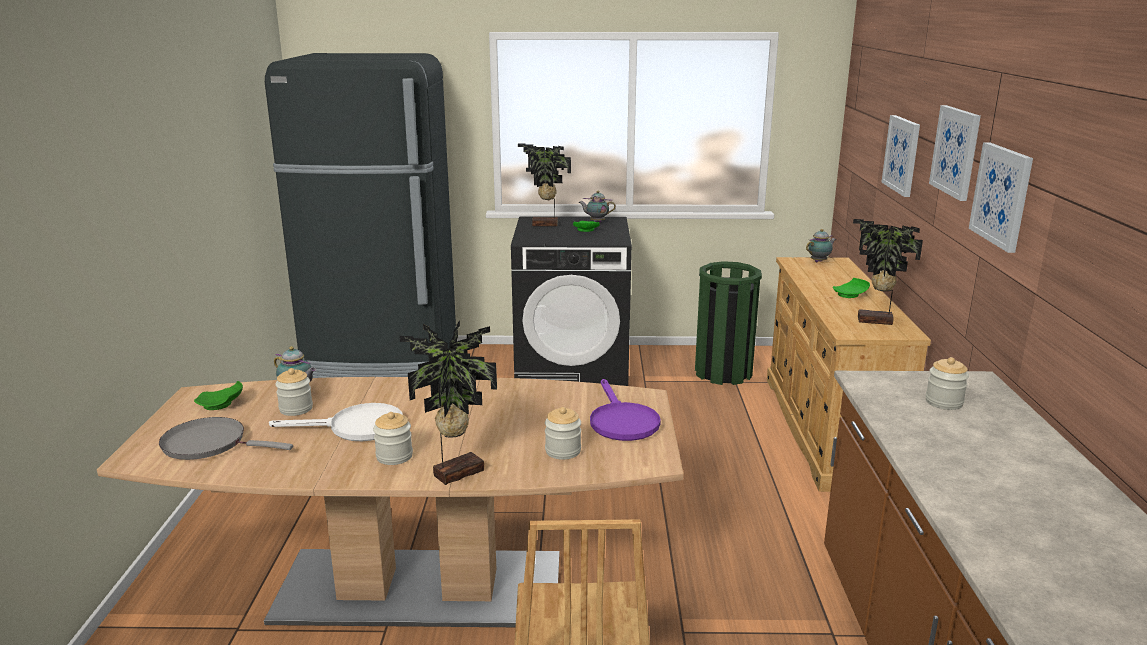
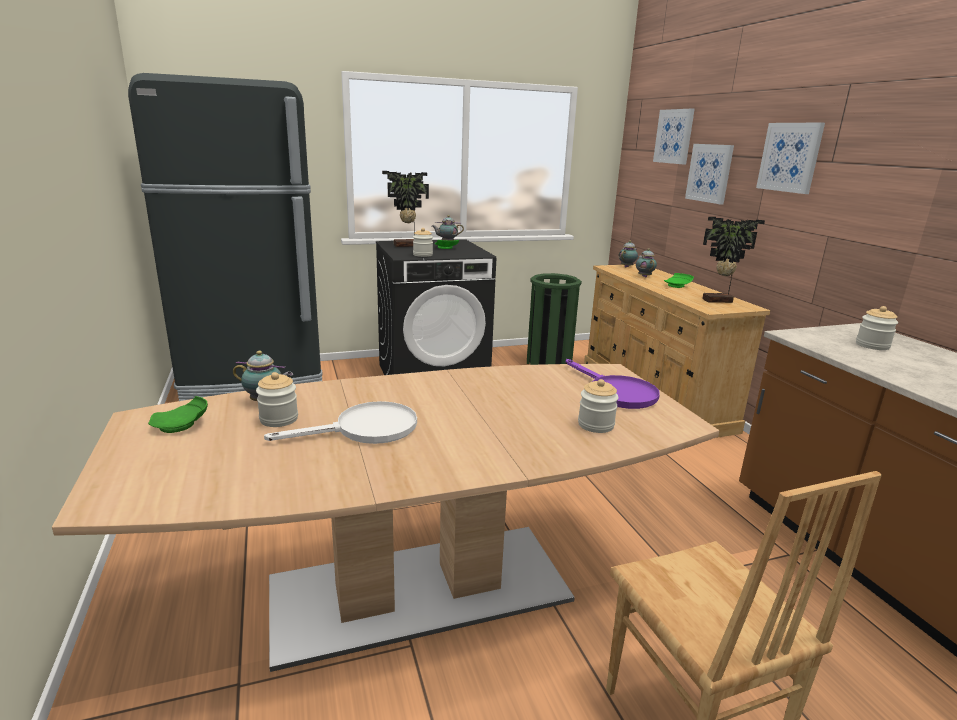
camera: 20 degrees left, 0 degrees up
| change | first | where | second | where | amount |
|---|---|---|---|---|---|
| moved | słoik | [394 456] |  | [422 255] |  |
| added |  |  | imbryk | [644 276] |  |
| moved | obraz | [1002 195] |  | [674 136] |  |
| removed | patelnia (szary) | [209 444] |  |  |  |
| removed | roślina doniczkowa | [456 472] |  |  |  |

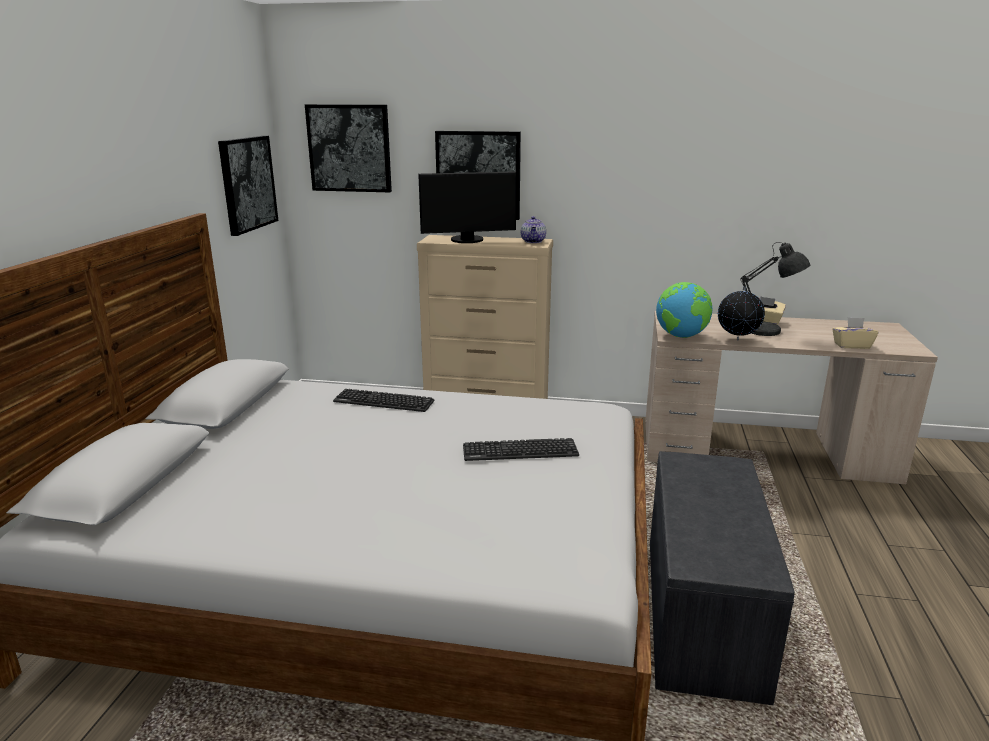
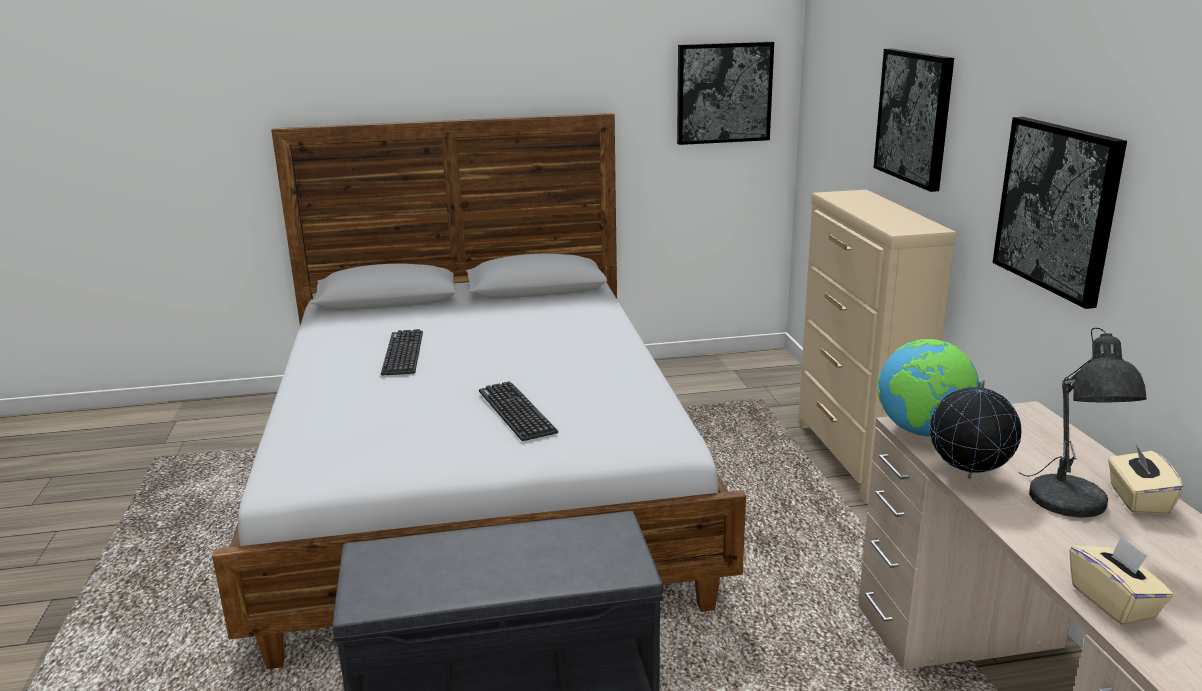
camera: 70 degrees right, 0 degrees up
| change | first | where | second | where | amount |
|---|---|---|---|---|---|
| moved | klawiatura | [384 401] |  | [403 353] |  |
| moved | obraz | [349 148] |  | [1057 207] |  |
| removed | monitor | [468 240] |  |  |  |
| removed | imbryk | [533 241] |  |  |  |

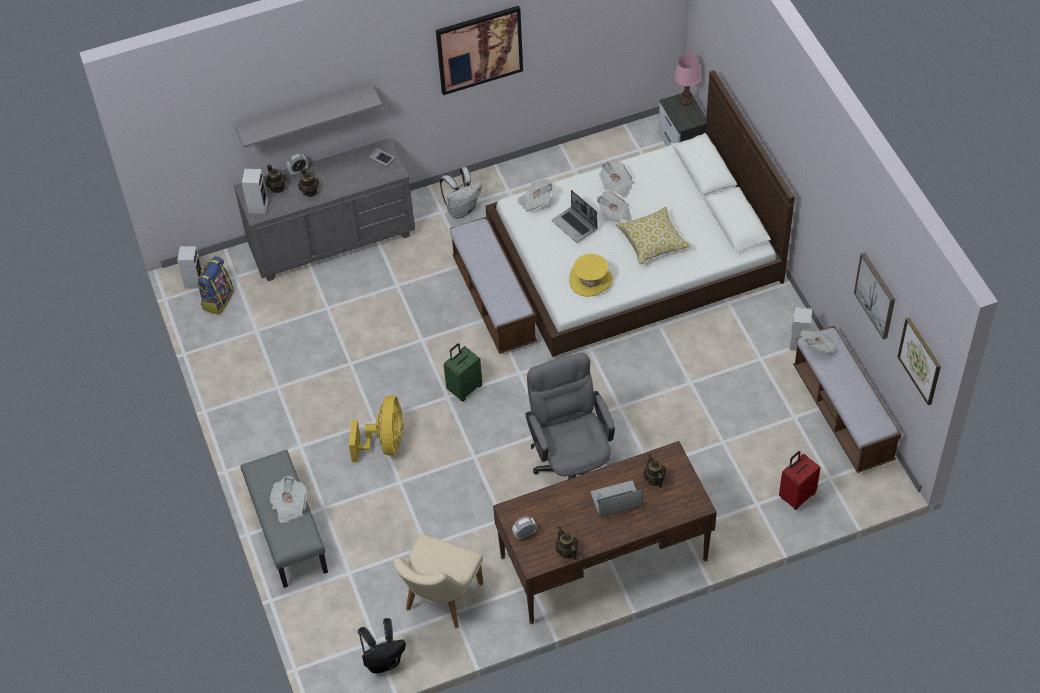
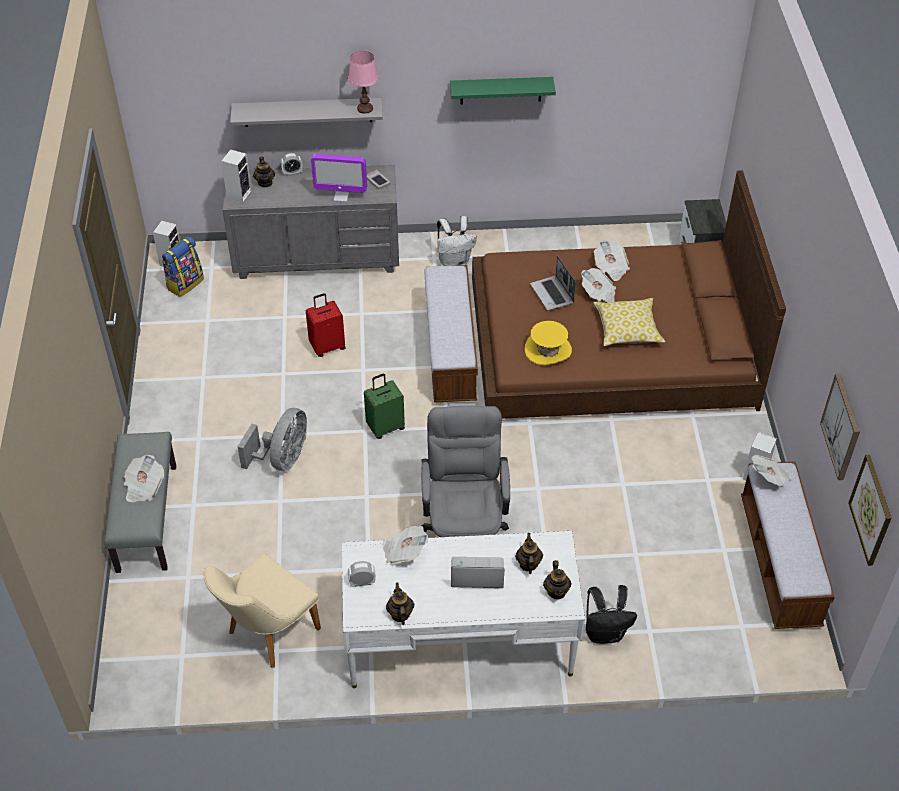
camera: 15 degrees right, 5 degrees down
| change | first | where | second | where | amount |
|---|---|---|---|---|---|
| recoloured | wentylator (żółty) | [385 443] | wentylator (szary) | [282 459] |  |
| moved | walizka (czerwony) | [796 495] |  | [327 346] |  |
| added |  |  | monitor | [341 196] |  |
| recoloured | biurko (brązowy) | [604 558] | biurko (biały) | [459 640] |  |
| moved | lampa stołowa (różowy) | [686 100] |  | [364 108] |  |
| moved | gazeta | [535 201] |  | [404 551] |  |
| replaced | obraz | [479 49] | półka (zielony) | [501 90] |  |
| recoloured | łóżko (biały) | [634 255] | łóżko (brązowy) | [611 345] |  |
| moved | imbryk | [310 191] |  | [556 591] |  |
| moved | plecak (czarny) | [384 661] |  | [605 633] |  |

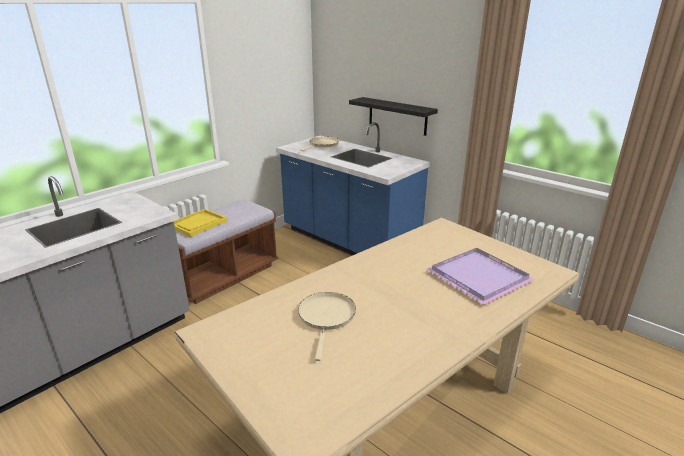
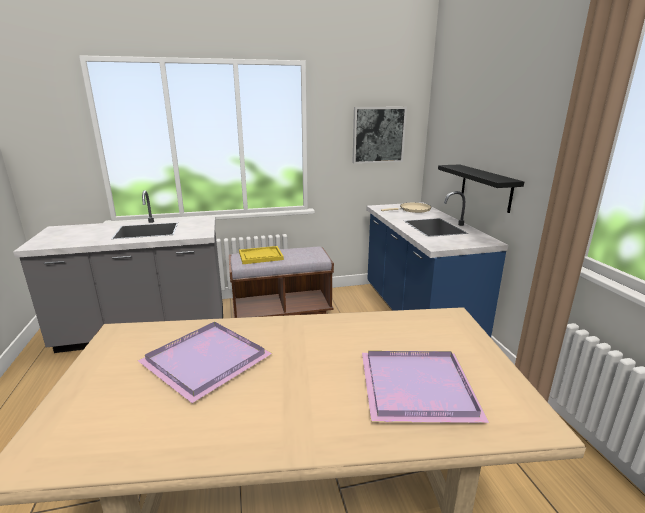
camera: 35 degrees right, 5 degrees down
| change | first | where | second | where | amount |
|---|---|---|---|---|---|
| replaced | patelnia (beżowy) | [326 317] | taca (fioletowy) | [209 360] |  |
| added |  |  | obraz | [378 135] |  |

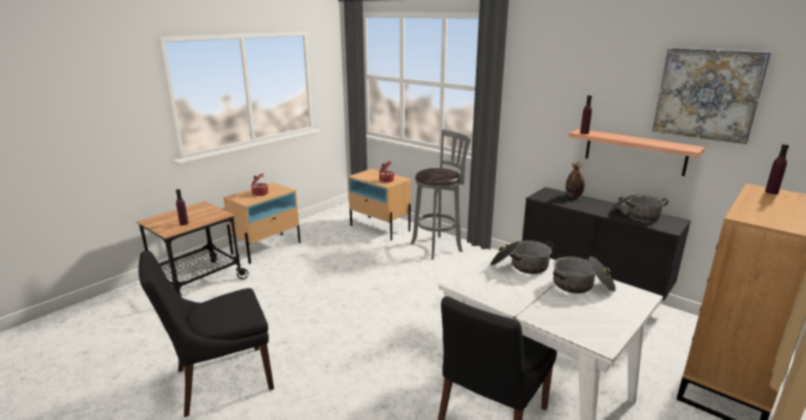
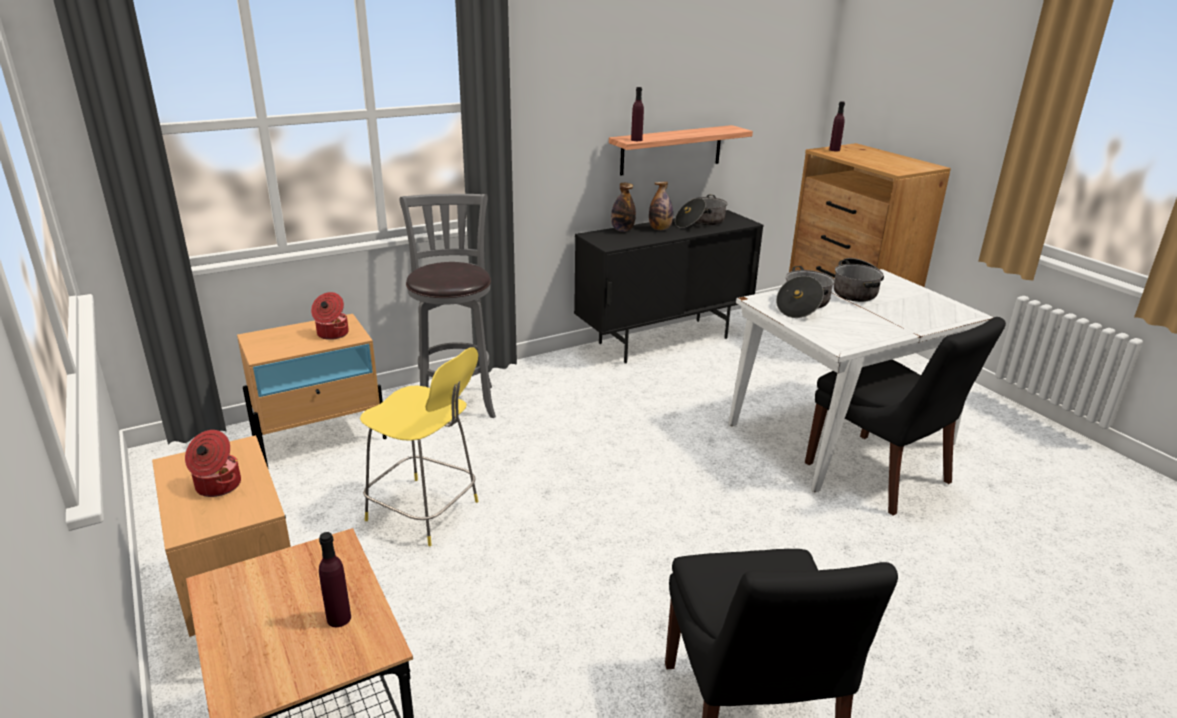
camera: 70 degrees left, 5 degrees up
| change | first | where | second | where | amount |
|---|---|---|---|---|---|
| added |  |  | stołek (żółty) | [426 512] |  |
| added |  |  | butelka | [660 229] |  |
| removed | obraz | [707 94] |  |  |  |

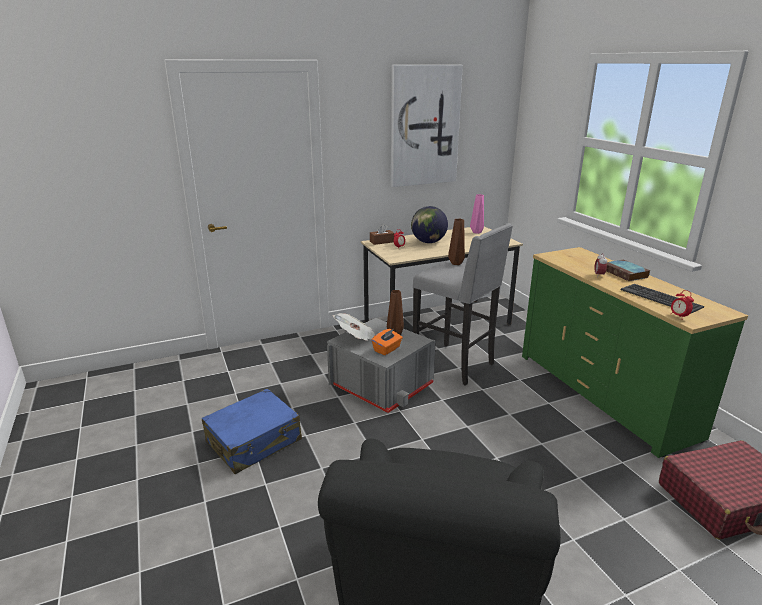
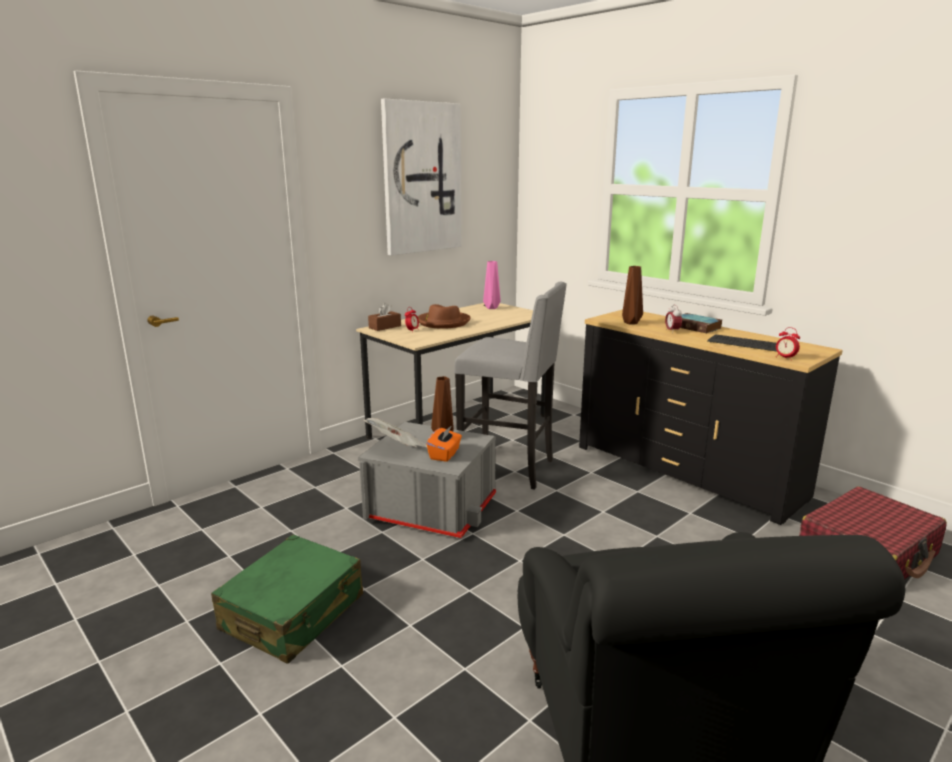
camera: 20 degrees left, 5 degrees down
| change | first | where | second | where | amount |
|---|---|---|---|---|---|
| recoloured | walizka (niebieski) | [254 441] | walizka (zielony) | [293 613] |  |
| replaced | globus | [428 242] | kapelusz (brązowy) | [443 322] |  |
| recoloured | komoda (zielony) | [604 393] | komoda (czarny) | [687 471] |  |
| moved | wazon (brązowy) | [457 263] |  | [632 323] |  |

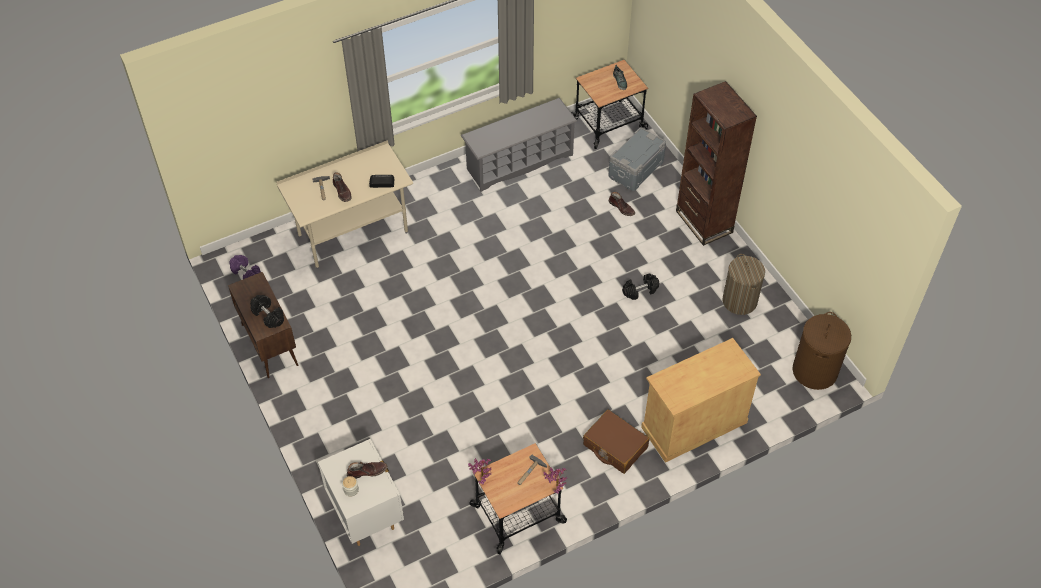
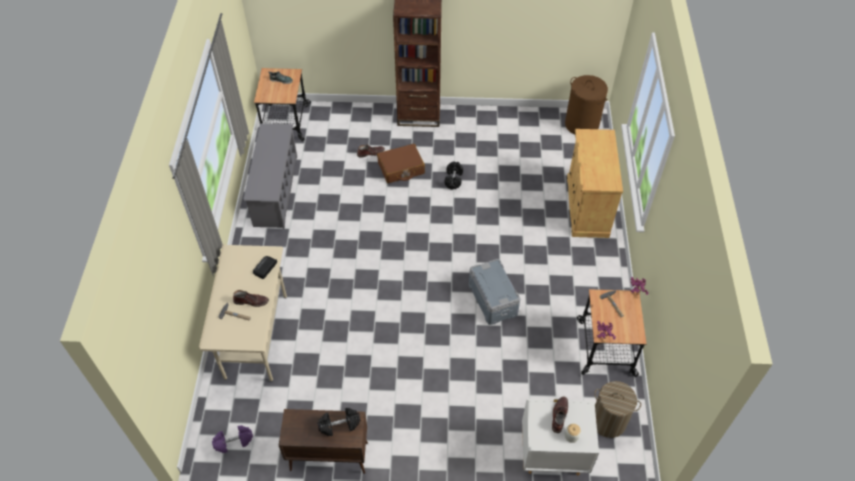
camera: 60 degrees left, 0 degrees up
| change | first | where | second | where | amount |
|---|---|---|---|---|---|
| moved | walizka (brązowy) | [615 446] |  | [401 168] |  |
| moved | pojemnik do przechowywania (szary) | [636 169] |  | [493 299] |  |
| moved | kosz na pranie | [739 301] |  | [608 421] |  |

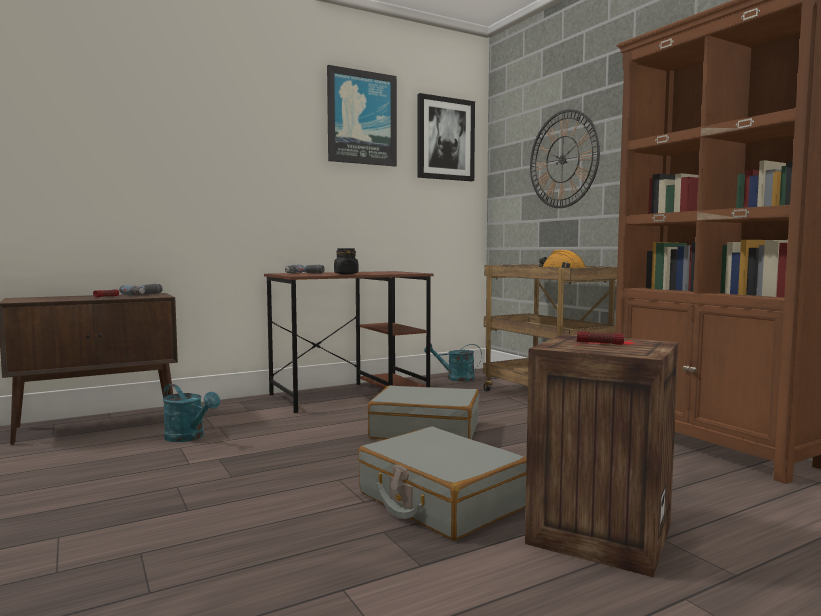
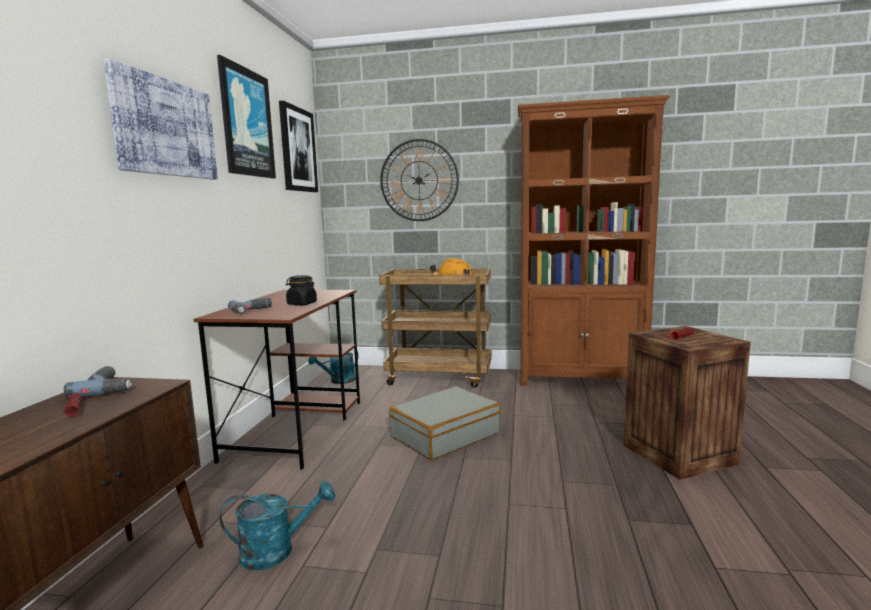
camera: 50 degrees left, 5 degrees up
| change | first | where | second | where | amount |
|---|---|---|---|---|---|
| added |  |  | obraz | [165 128] |  |
| removed | walizka (szary) | [440 501] |  |  |  |

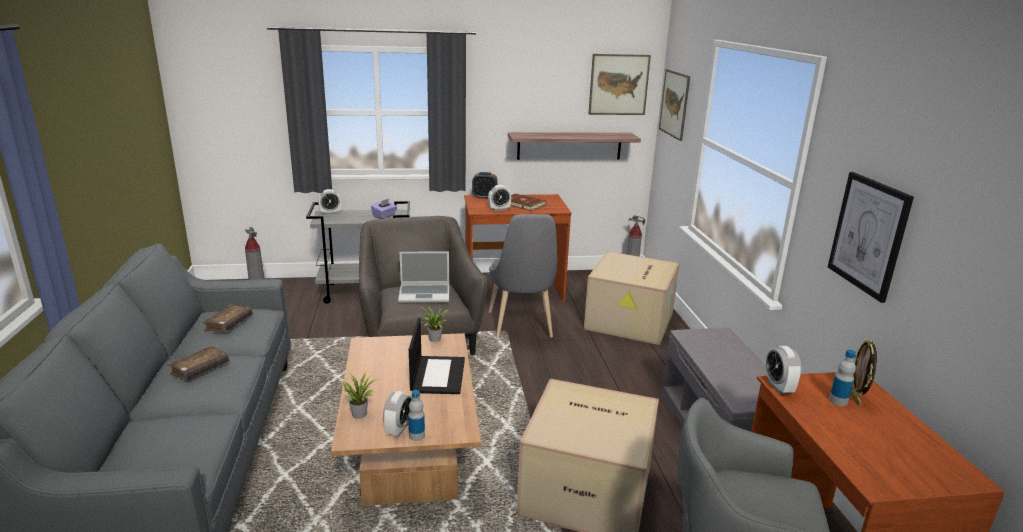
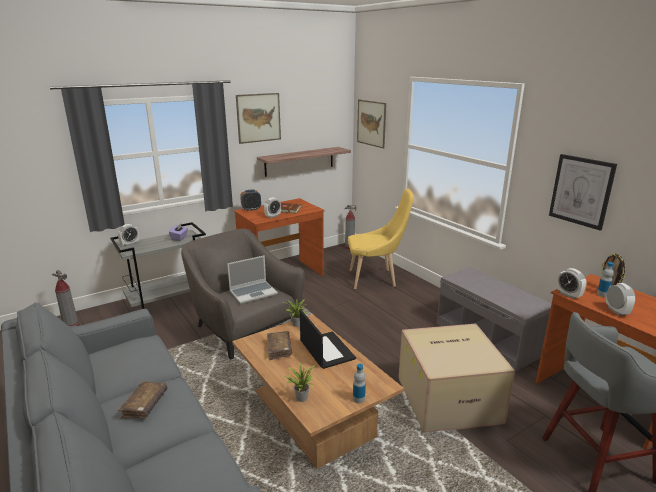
camera: 25 degrees left, 0 degrees up
| change | first | where | second | where | amount |
|---|---|---|---|---|---|
| moved | obraz | [619 84] |  | [258 118] |  |
| moved | książka (brązowy) | [228 324] |  | [279 349] |  |
| replaced | karton | [630 321] | krzesło (żółty) | [376 279] |  |
| moved | budzik | [398 429] |  | [616 311] |  |
| removed | krzesło (szary) | [521 327] |  |  |  |

